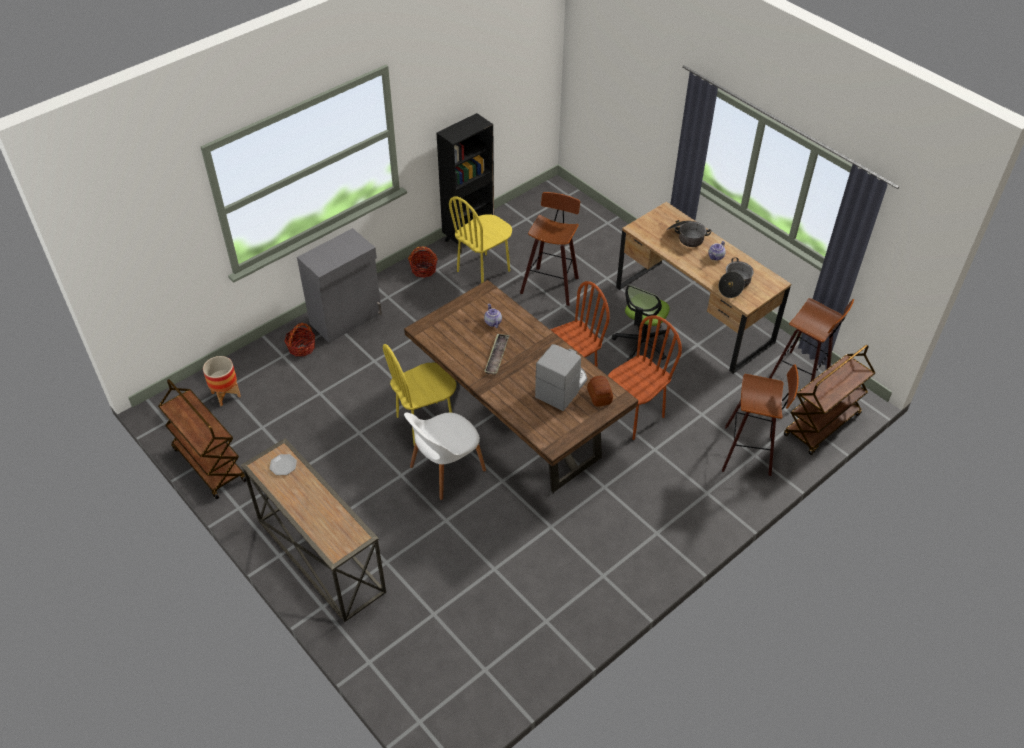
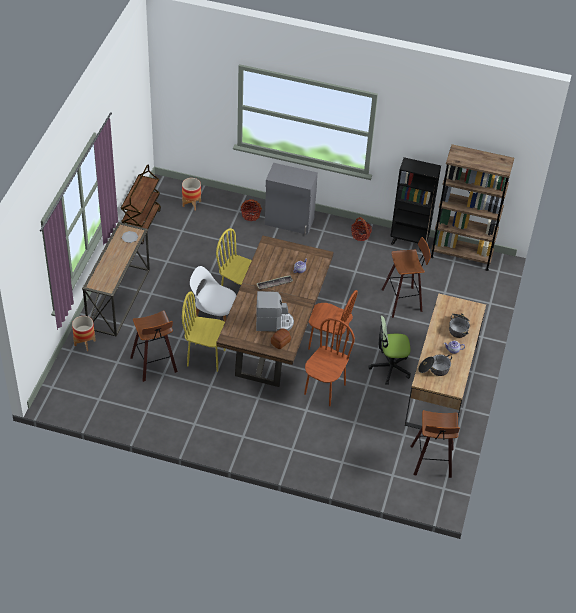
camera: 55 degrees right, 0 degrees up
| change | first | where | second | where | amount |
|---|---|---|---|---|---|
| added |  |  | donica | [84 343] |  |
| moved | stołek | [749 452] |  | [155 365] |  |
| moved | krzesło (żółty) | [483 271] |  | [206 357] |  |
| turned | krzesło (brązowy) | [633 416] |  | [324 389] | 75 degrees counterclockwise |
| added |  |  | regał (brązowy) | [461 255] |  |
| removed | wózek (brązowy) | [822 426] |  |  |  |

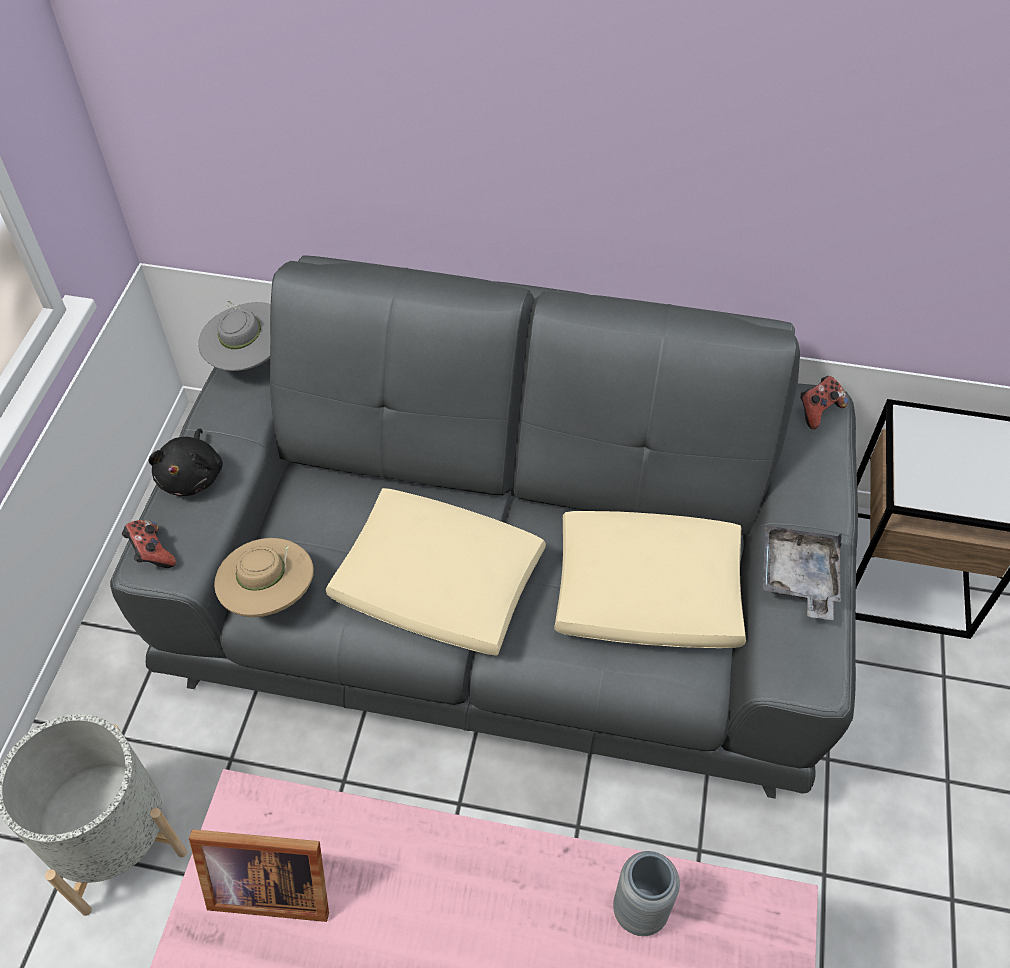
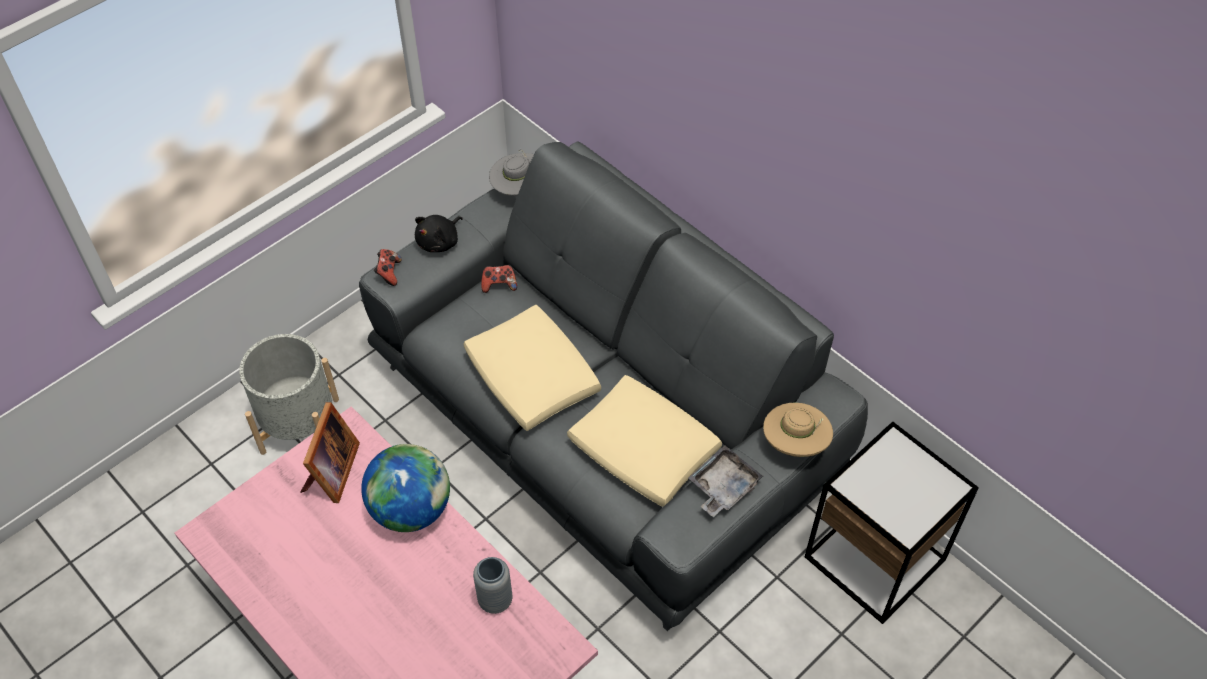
camera: 35 degrees right, 0 degrees up
| change | first | where | second | where | amount |
|---|---|---|---|---|---|
| turned | ramka na zdjęcie | [268 884] |  | [331 473] | 120 degrees counterclockwise |
| added |  |  | globus | [411 509] |  |
| moved | pad do gier | [818 411] |  | [499 285] |  |
| moved | kapelusz (beżowy) | [270 596] |  | [795 443] |  |

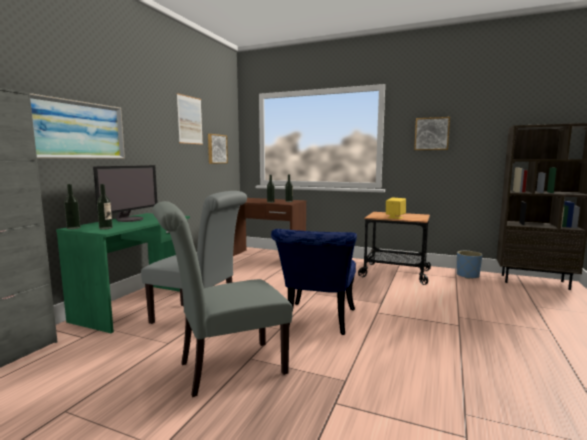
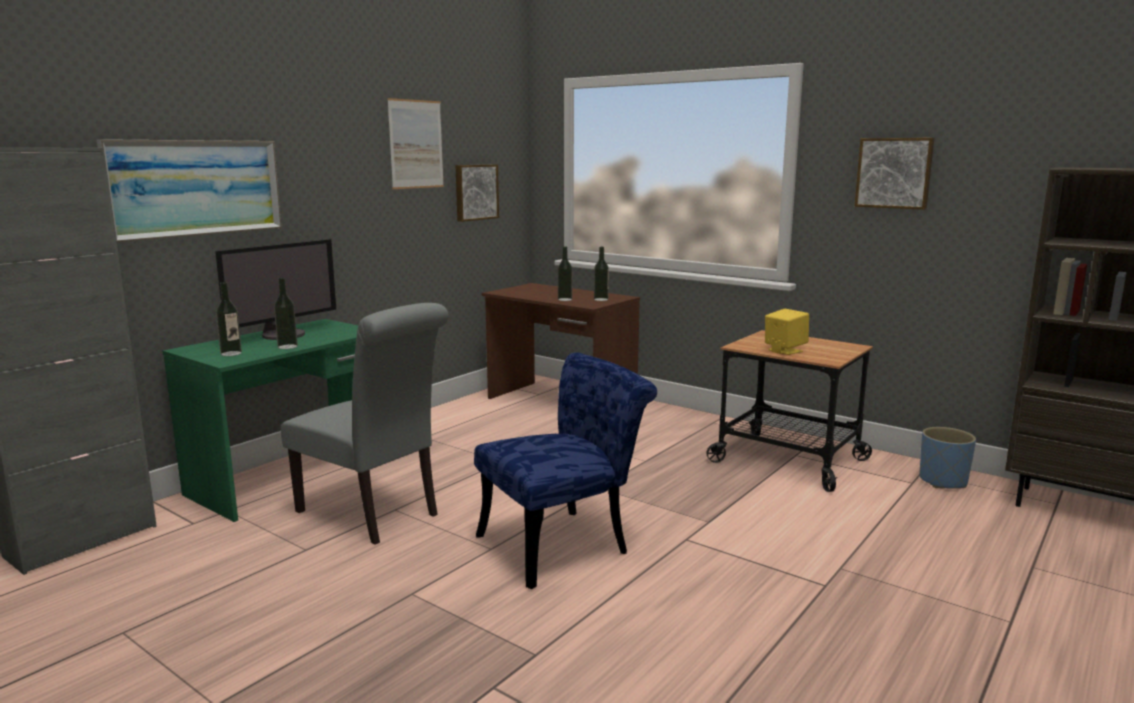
camera: 15 degrees right, 5 degrees up
| change | first | where | second | where | amount |
|---|---|---|---|---|---|
| moved | butelka | [73 228] |  | [287 346] |  |
| turned | krzesło (niebieski) | [317 321] |  | [564 543] | 150 degrees counterclockwise |
| removed | krzesło (szary) | [225 369] |  |  |  |

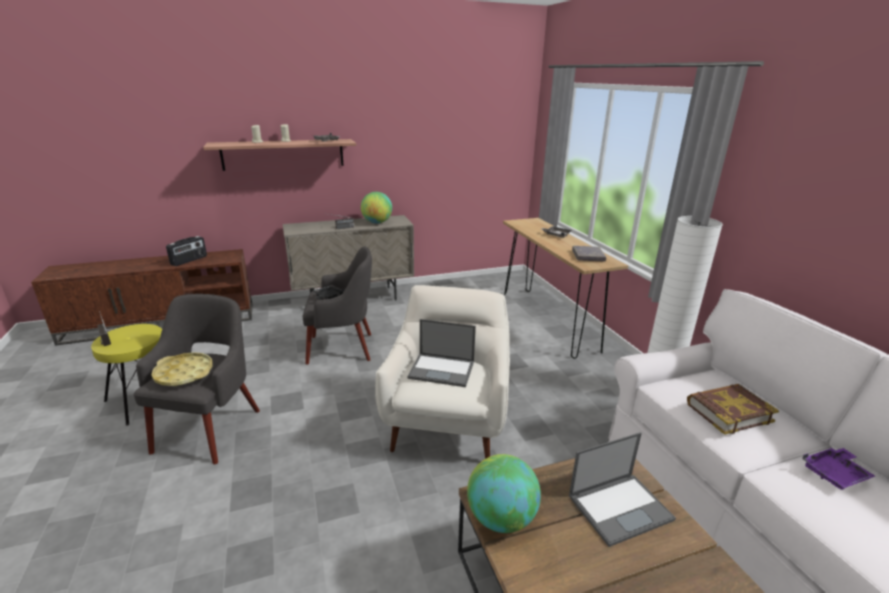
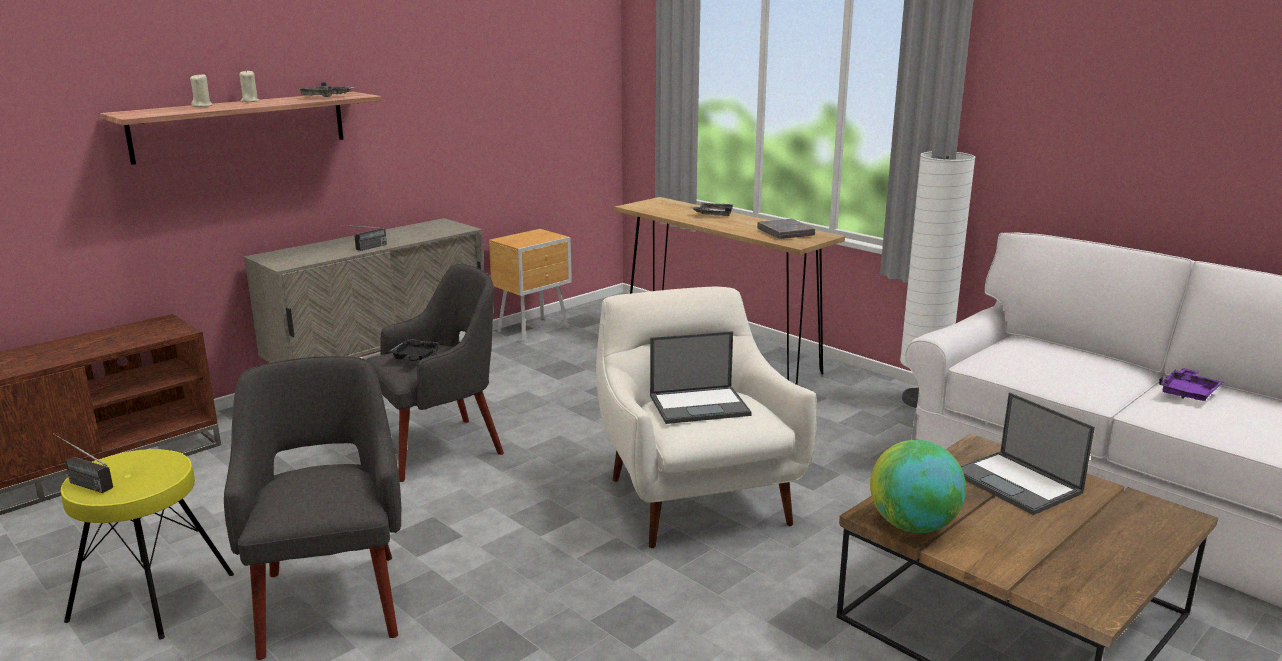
camera: 25 degrees left, 5 degrees down
| change | first | where | second | where | amount |
|---|---|---|---|---|---|
| added |  |  | szafka nocna (brązowy) | [535 330] |  |
| turned | laptop | [620 507] |  | [1018 483] | 105 degrees clockwise |
| removed | taca (żółty) | [184 373] |  |  |  |
| removed | radio | [189 260] |  |  |  |
| removed | globus | [377 222] |  |  |  |
| removed | książka | [728 412] |  |  |  |

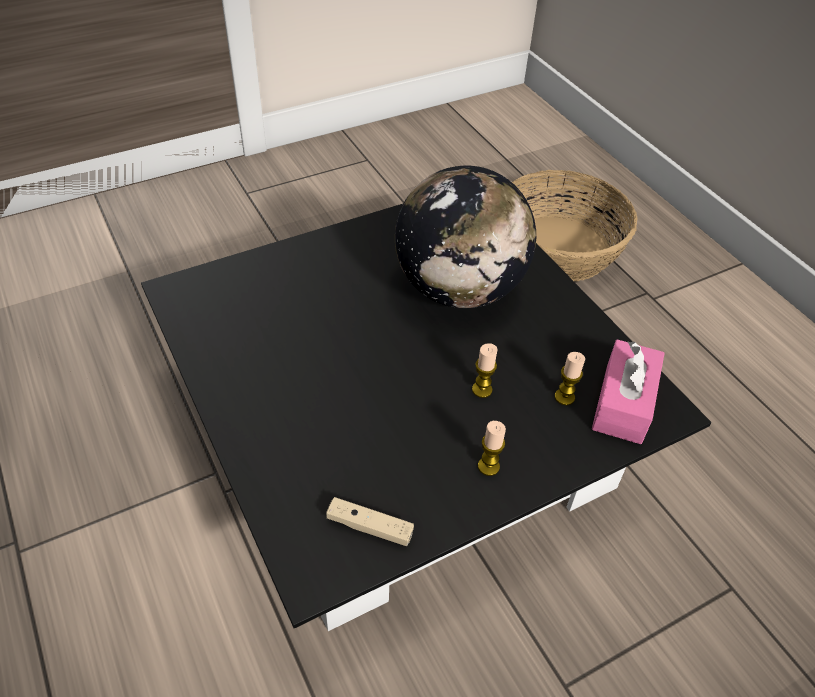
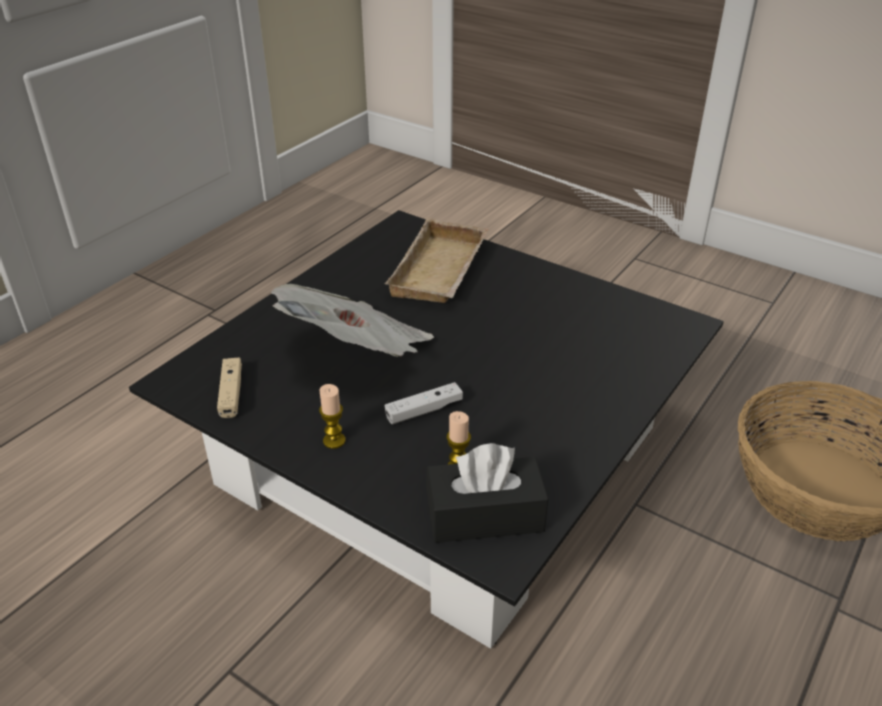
camera: 65 degrees right, 10 degrees down
| change | first | where | second | where | amount |
|---|---|---|---|---|---|
| added |  |  | gazeta | [358 353] |  |
| added |  |  | taca (beżowy) | [442 272] |  |
| replaced | świeca | [482 390] | pad do gier (biały) | [424 410] |  |
| recoloured | pudełko chusteczek (różowy) | [623 403] | pudełko chusteczek (czarny) | [485 515] |  |
| removed | globus | [459 289] |  |  |  |

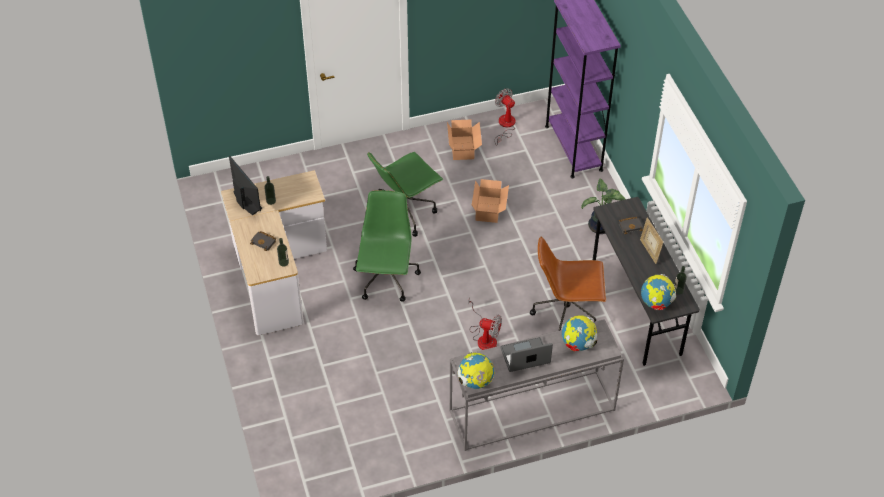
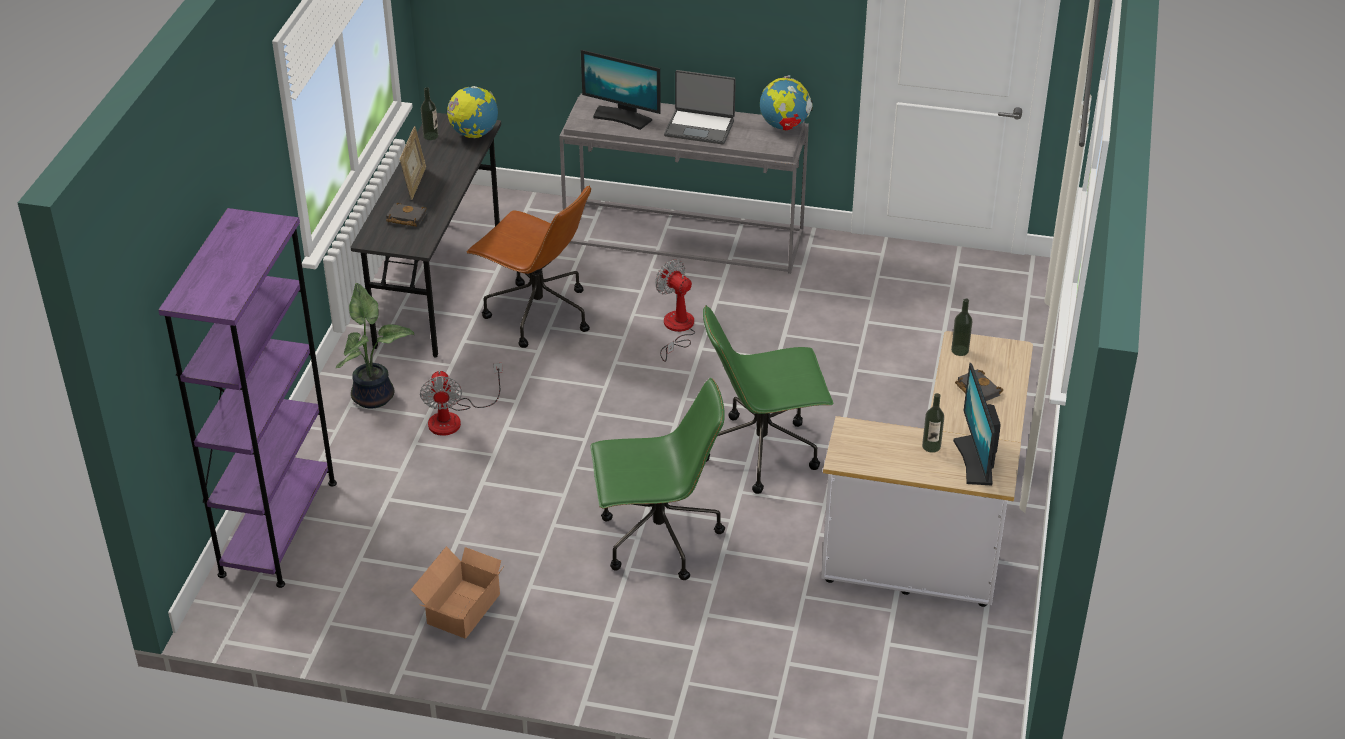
camera: 150 degrees left, 10 degrees down
| change | first | where | second | where | amount |
|---|---|---|---|---|---|
| moved | wentylator | [505 126] |  | [454 418] |  |
| replaced | globus | [578 344] | monitor | [622 117] |  |
| turned | krzesło biurowe (zielony) | [386 280] |  | [763 451] | 45 degrees clockwise |
| removed | karton | [489 208] |  |  |  |

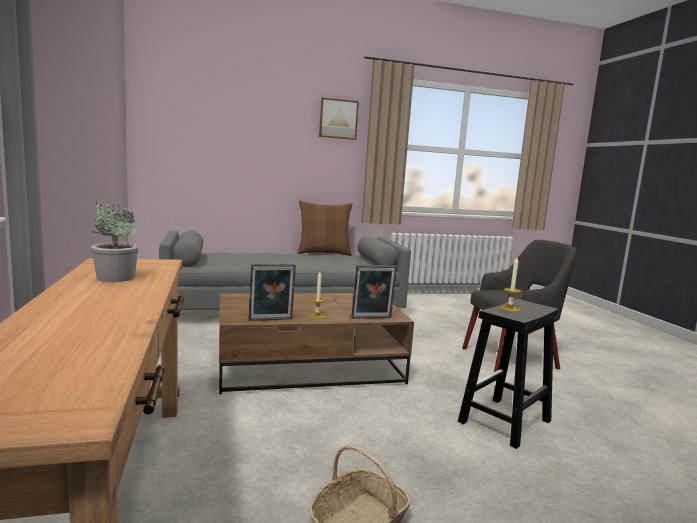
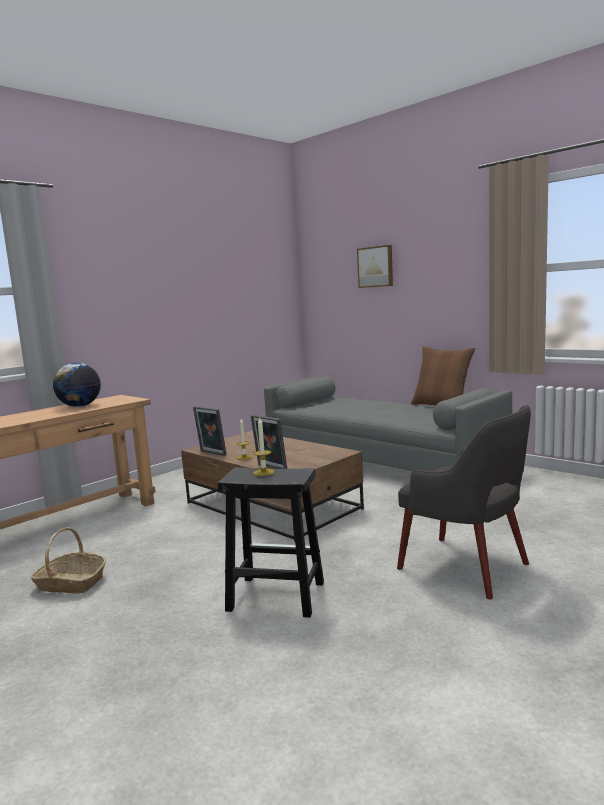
camera: 60 degrees right, 0 degrees up
| change | first | where | second | where | amount |
|---|---|---|---|---|---|
| replaced | roślina doniczkowa | [115 278] | globus | [79 406] |  |
| moved | obraz | [338 119] |  | [376 267] |  |

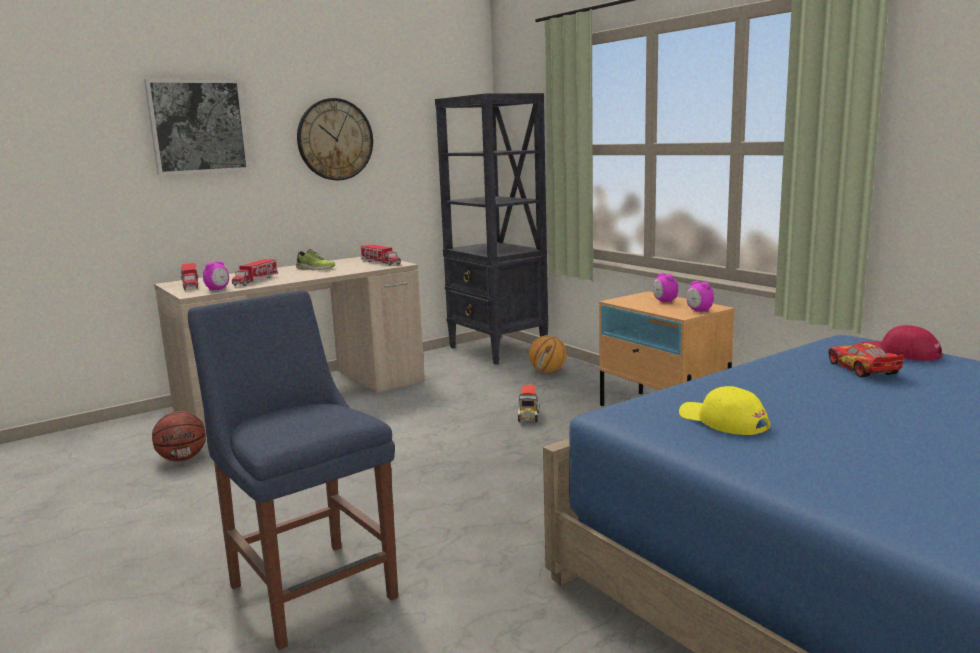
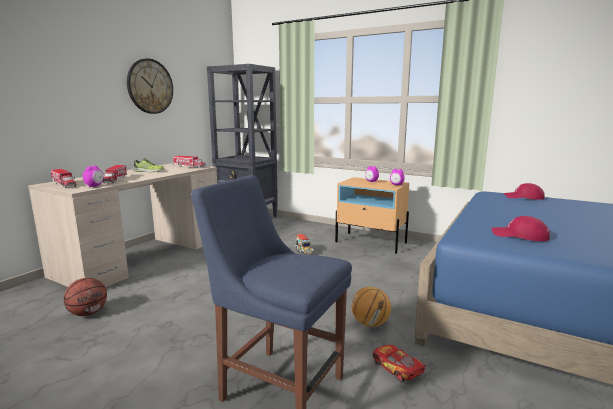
camera: 25 degrees left, 0 degrees up
| change | first | where | second | where | amount |
|---|---|---|---|---|---|
| moved | piłka do koszykówki | [548 372] |  | [370 324] |  |
| moved | samochodzik | [862 369] |  | [397 368] |  |
| recoloured | czapka z daszkiem (żółty) | [722 421] | czapka z daszkiem (czerwony) | [519 235] |  |
| removed | obraz | [198 126] |  |  |  |

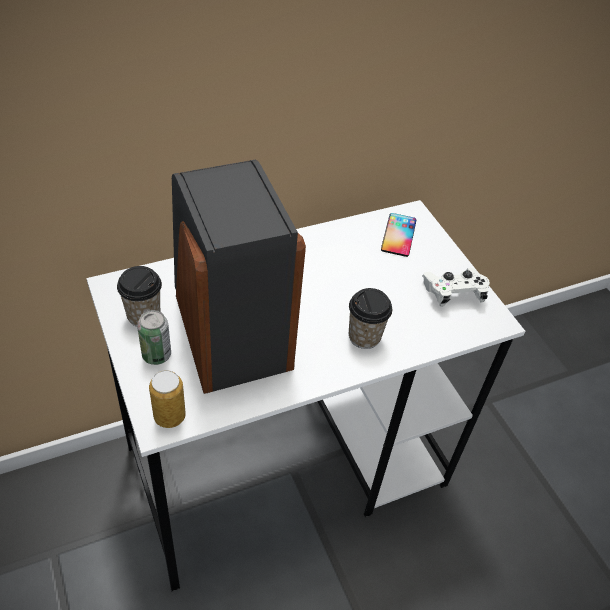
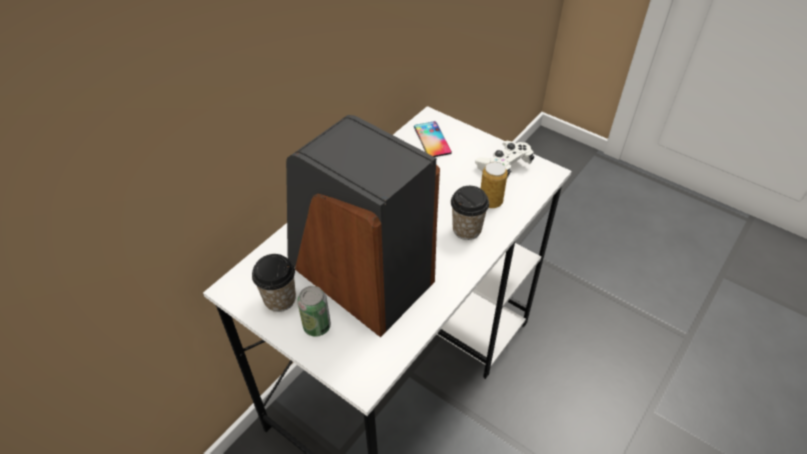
camera: 25 degrees left, 0 degrees up
| change | first | where | second | where | amount |
|---|---|---|---|---|---|
| moved | puszka | [169 416] |  | [490 201] |  |

